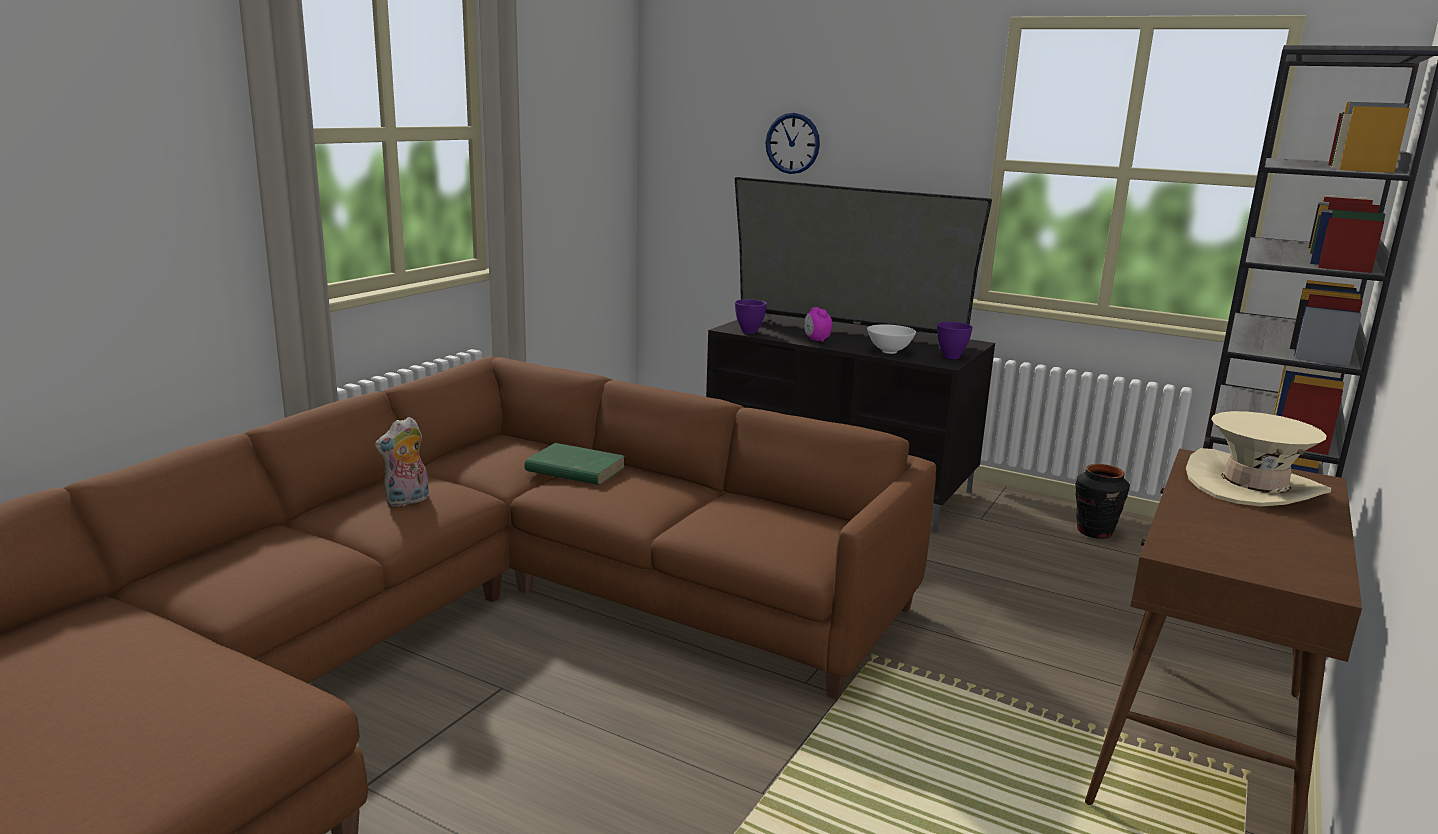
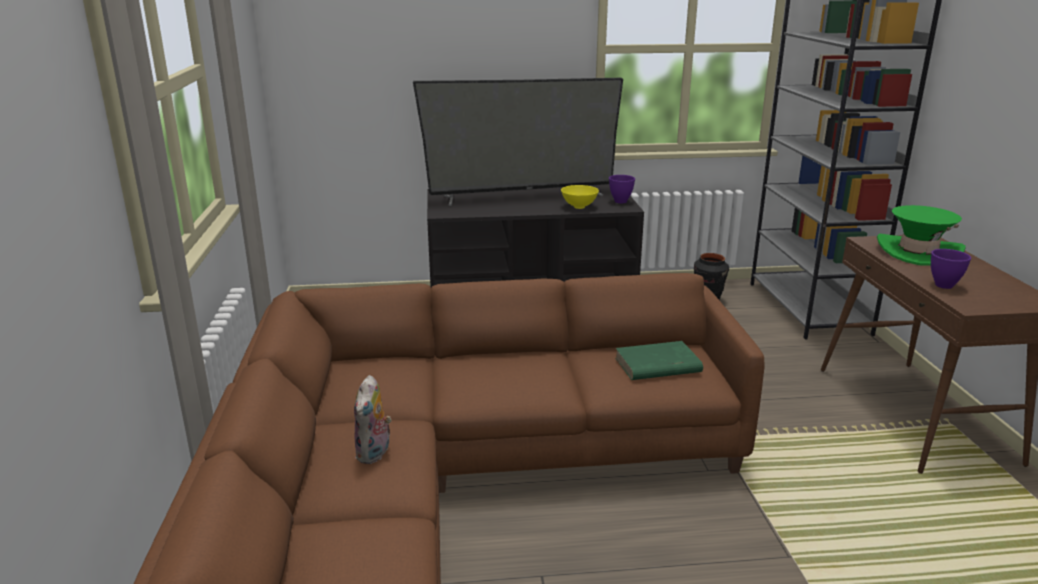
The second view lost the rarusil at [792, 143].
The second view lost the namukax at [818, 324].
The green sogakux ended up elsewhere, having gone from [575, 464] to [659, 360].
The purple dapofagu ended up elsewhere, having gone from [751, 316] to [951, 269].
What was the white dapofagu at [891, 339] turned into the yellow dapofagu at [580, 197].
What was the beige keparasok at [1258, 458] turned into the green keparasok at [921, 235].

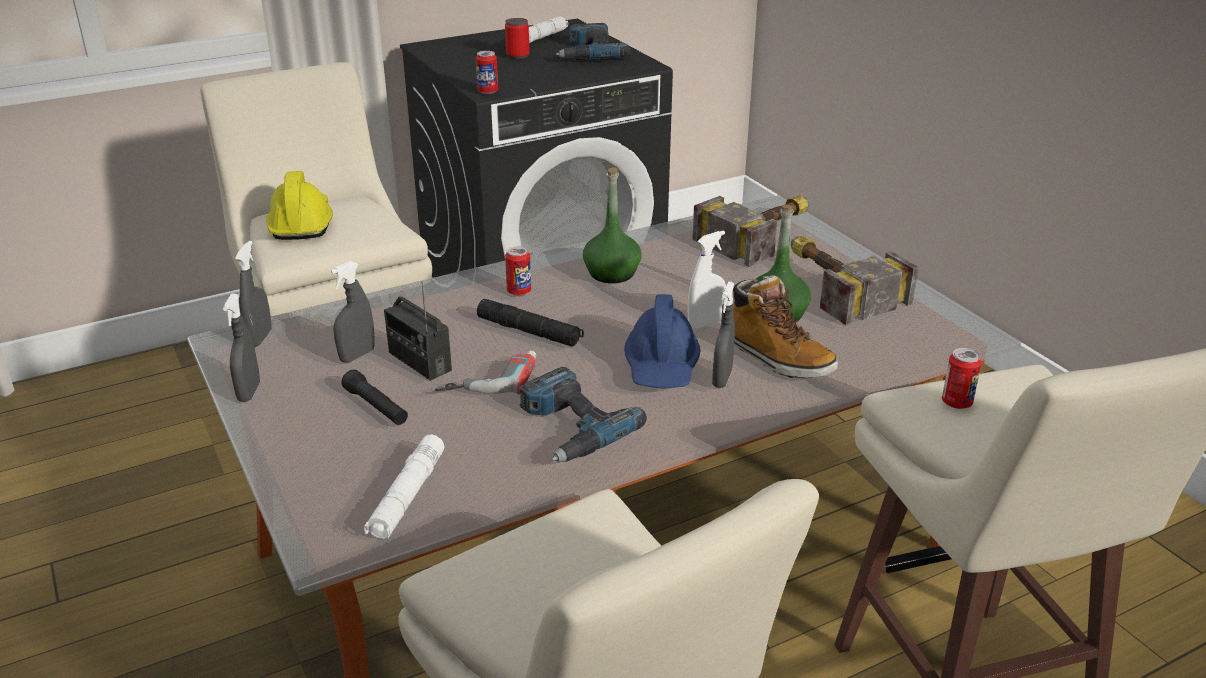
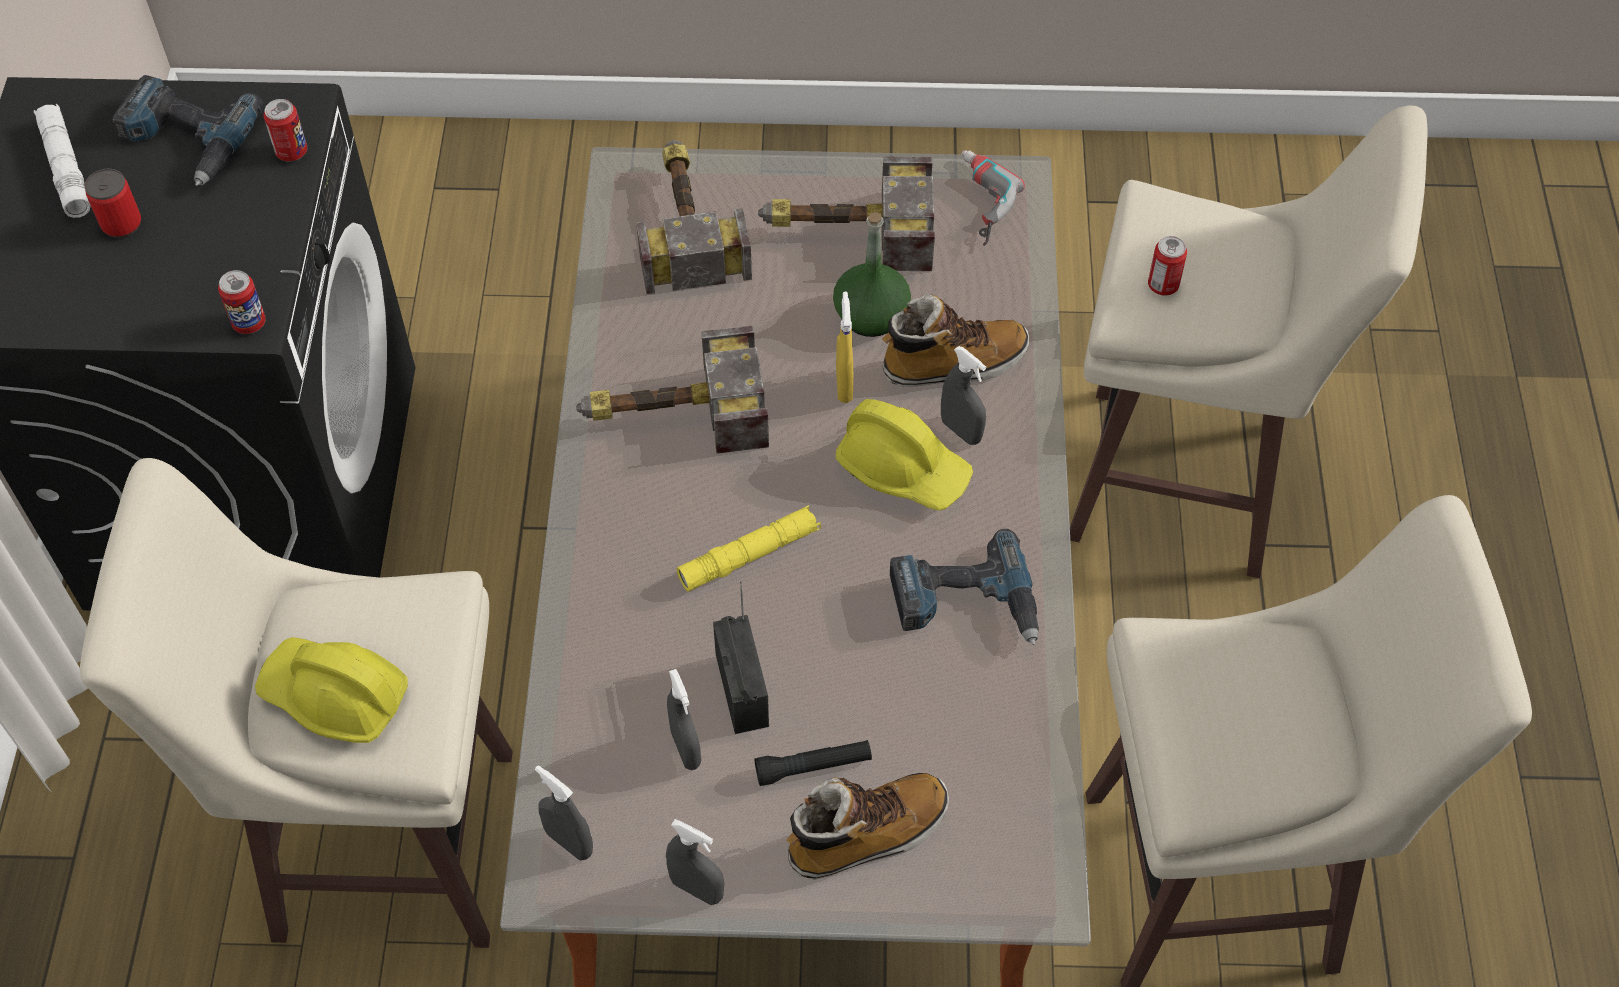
The second view lost the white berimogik at [404, 486].
The second view gained the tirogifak at [867, 826].
The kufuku ended up elsewhere, having gone from [486, 372] to [993, 198].
The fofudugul ended up elsewhere, having gone from [518, 271] to [285, 130].
Where the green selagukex stood at [612, 225], the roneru came to stand at [672, 389].
What was the black berimogik at [530, 323] turned into the yellow berimogik at [749, 548].
What was the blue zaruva at [662, 341] turned into the yellow zaruva at [904, 455].
What was the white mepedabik at [707, 279] turned into the yellow mepedabik at [844, 347].
The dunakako at [418, 331] ended up facing another way, 90 degrees counterclockwise from before.

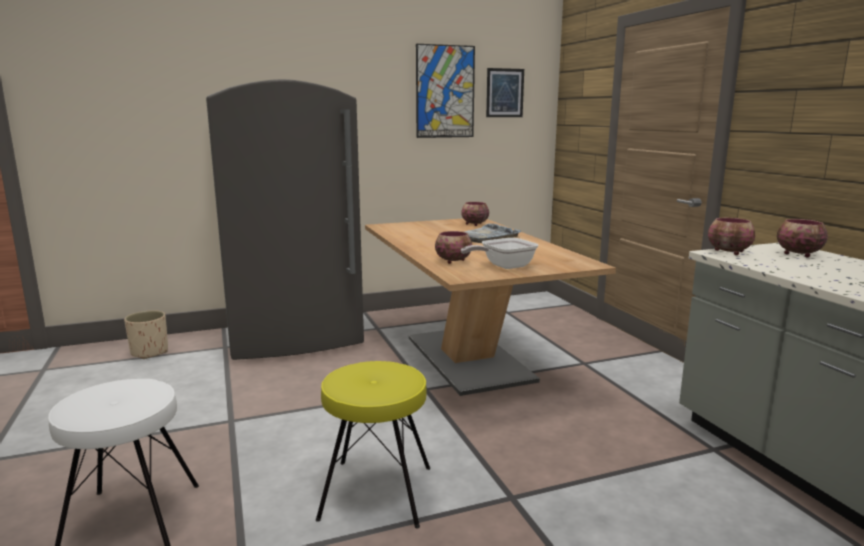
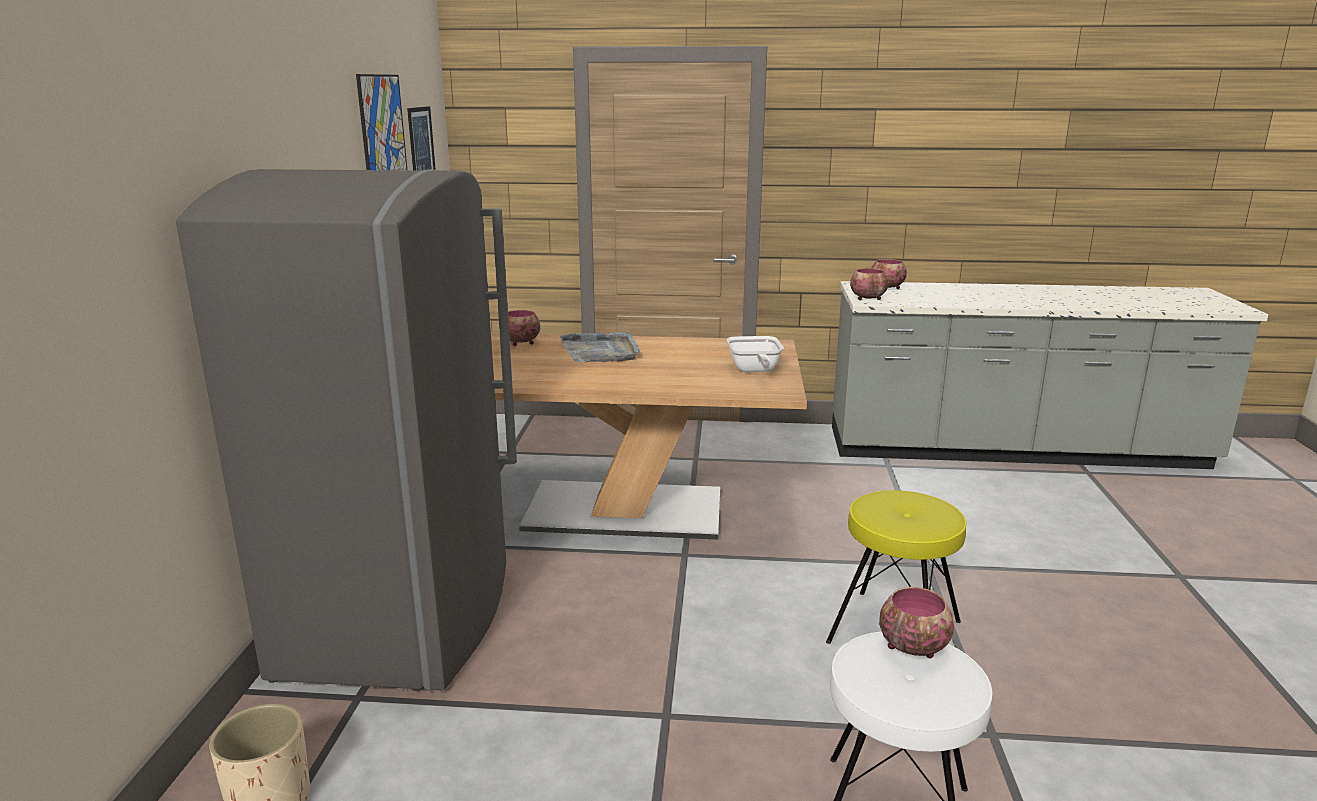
The dapofagu ended up elsewhere, having gone from [453, 247] to [916, 622].

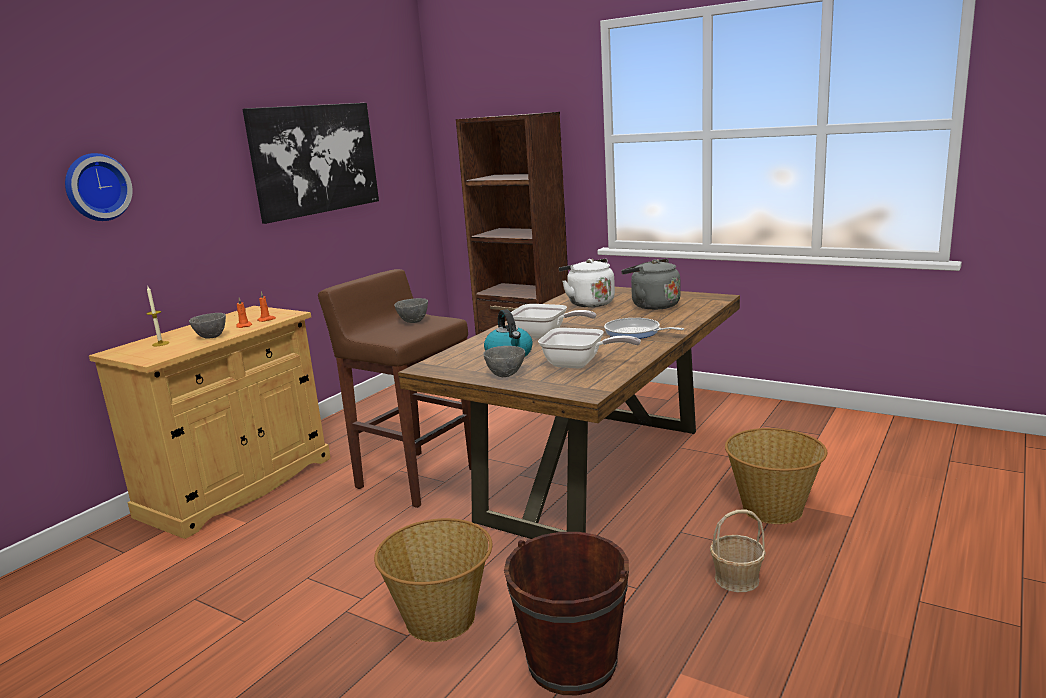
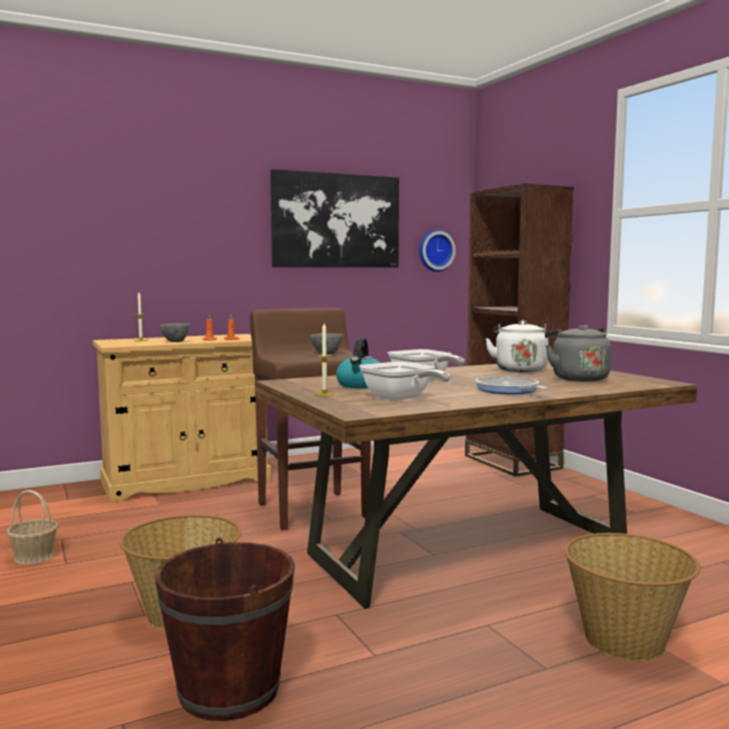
The rarusil ended up elsewhere, having gone from [99, 187] to [437, 250].
The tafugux ended up elsewhere, having gone from [738, 551] to [32, 527].
Where the grey dapofagu stood at [504, 361], the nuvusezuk came to stand at [324, 359].

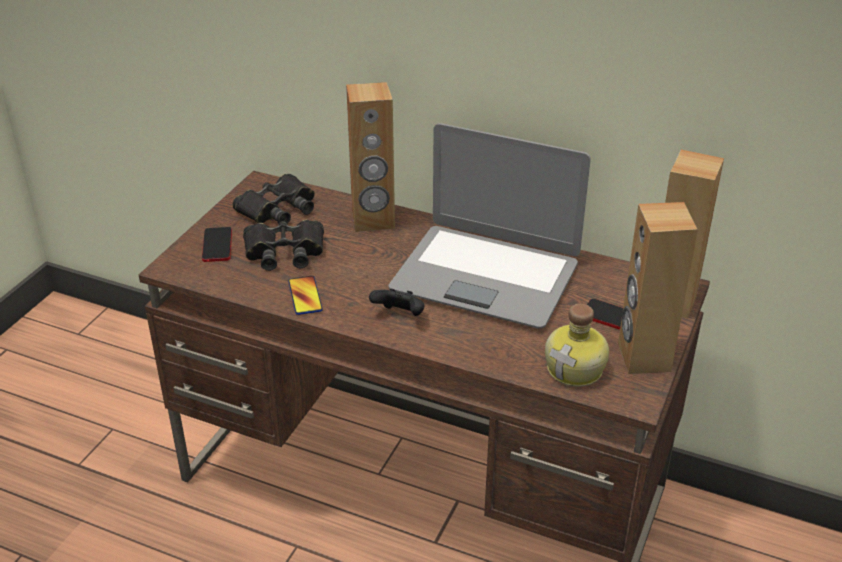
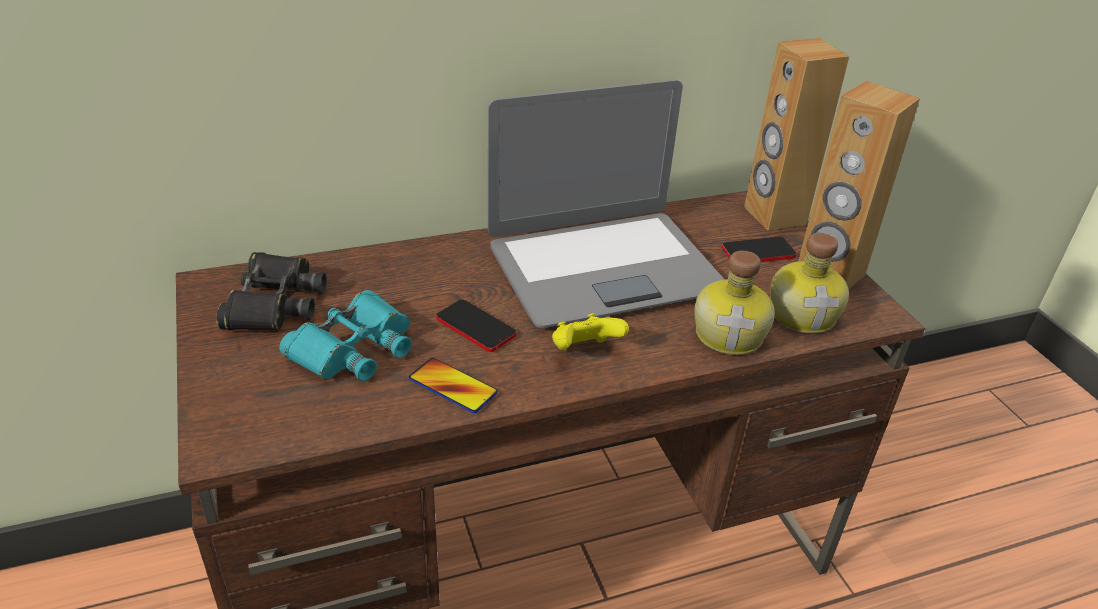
The second view lost the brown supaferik at [370, 157].
The second view gained the selagukex at [734, 302].
The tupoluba ended up elsewhere, having gone from [217, 244] to [476, 325].
What was the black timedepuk at [283, 245] turned into the turquoise timedepuk at [345, 336].
What was the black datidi at [397, 302] turned into the yellow datidi at [590, 331].

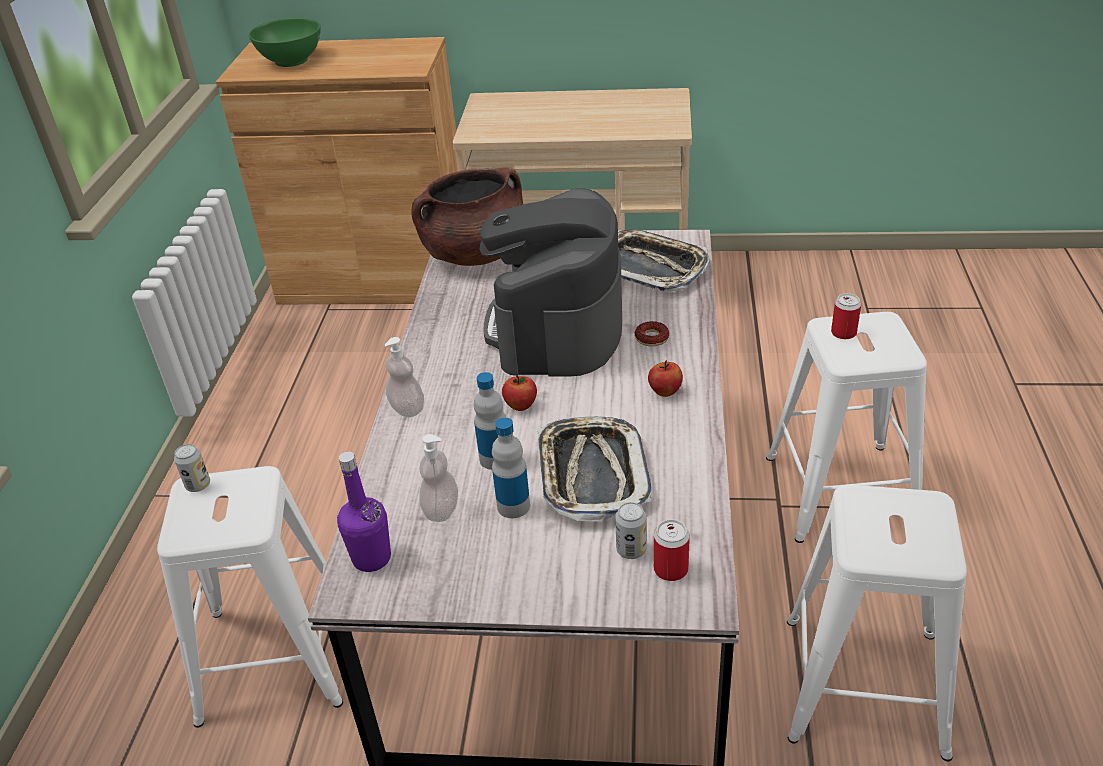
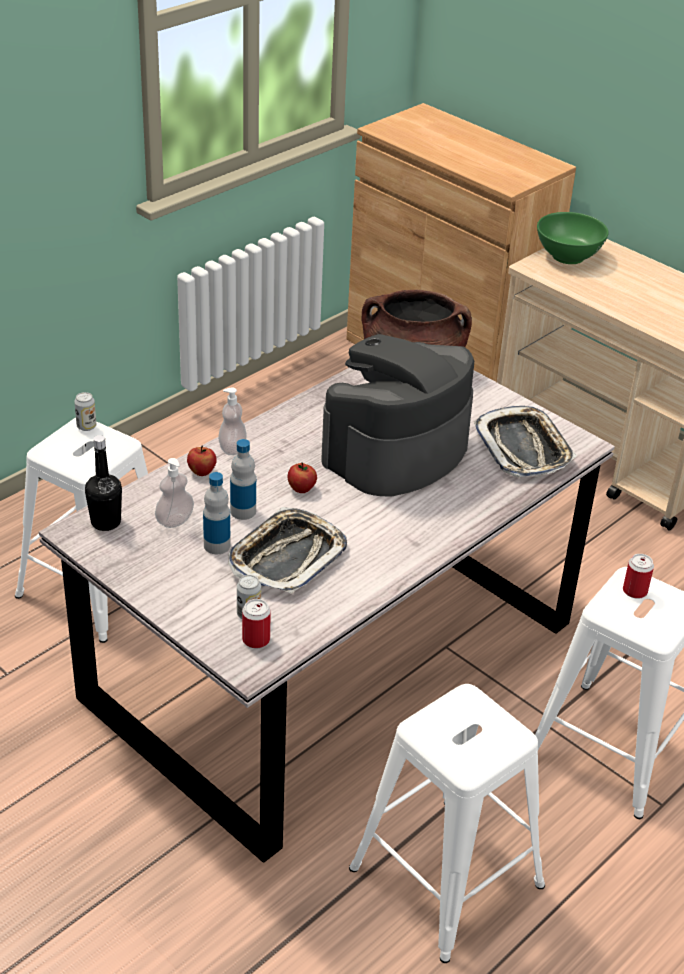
The second view lost the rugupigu at [652, 333].
The green dapofagu ended up elsewhere, having gone from [285, 42] to [573, 238].
The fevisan ended up elsewhere, having gone from [665, 378] to [202, 461].
What was the purple selagukex at [364, 512] turned into the black selagukex at [103, 483].

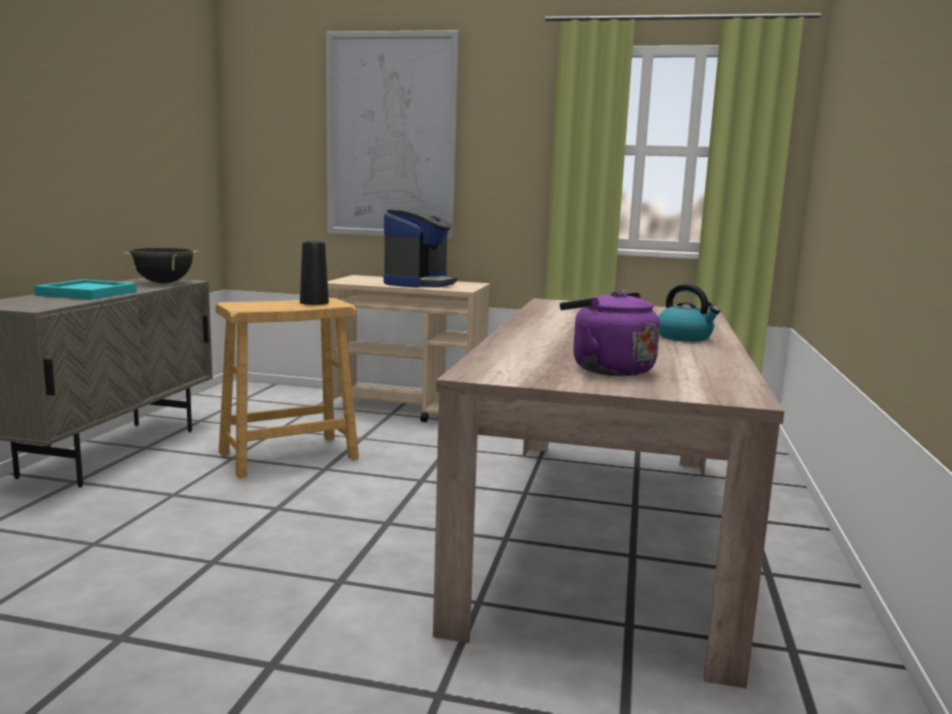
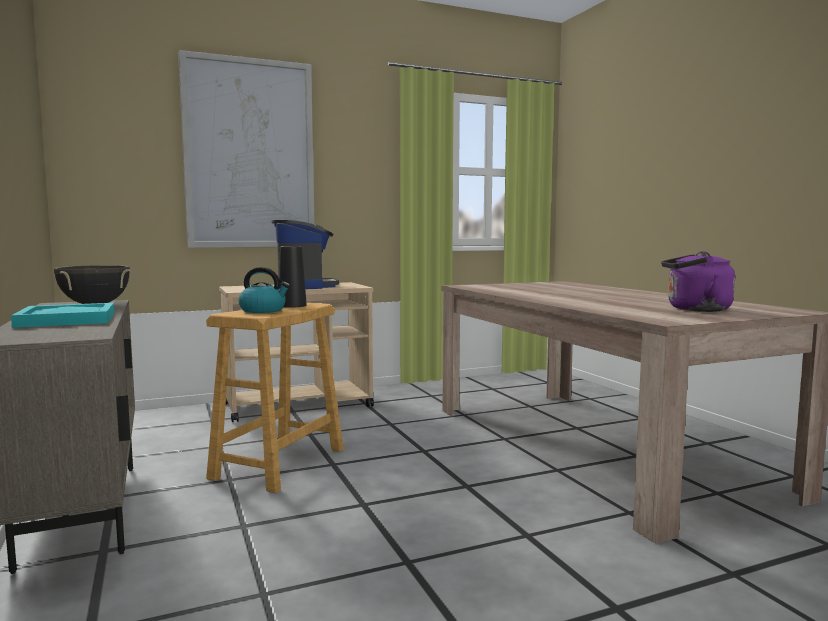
The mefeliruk ended up elsewhere, having gone from [689, 313] to [264, 290].

